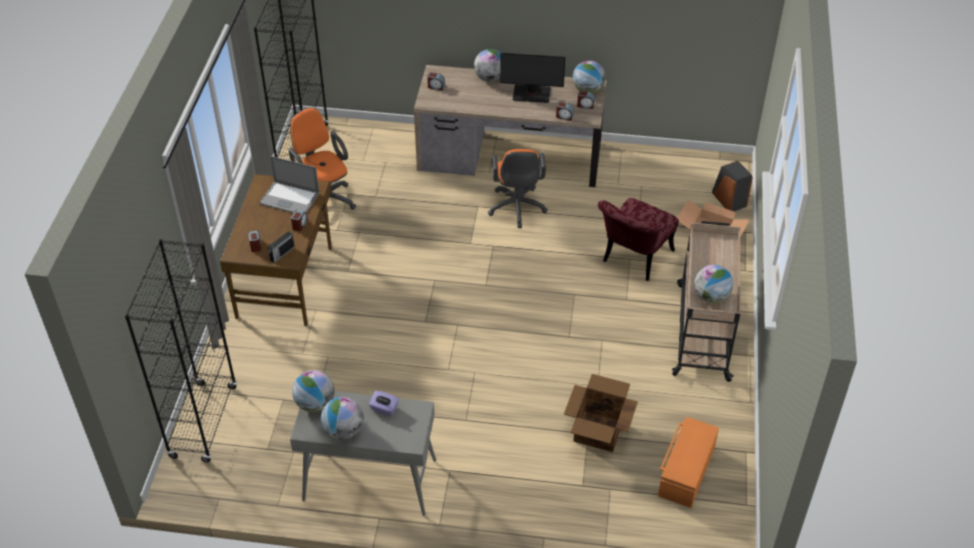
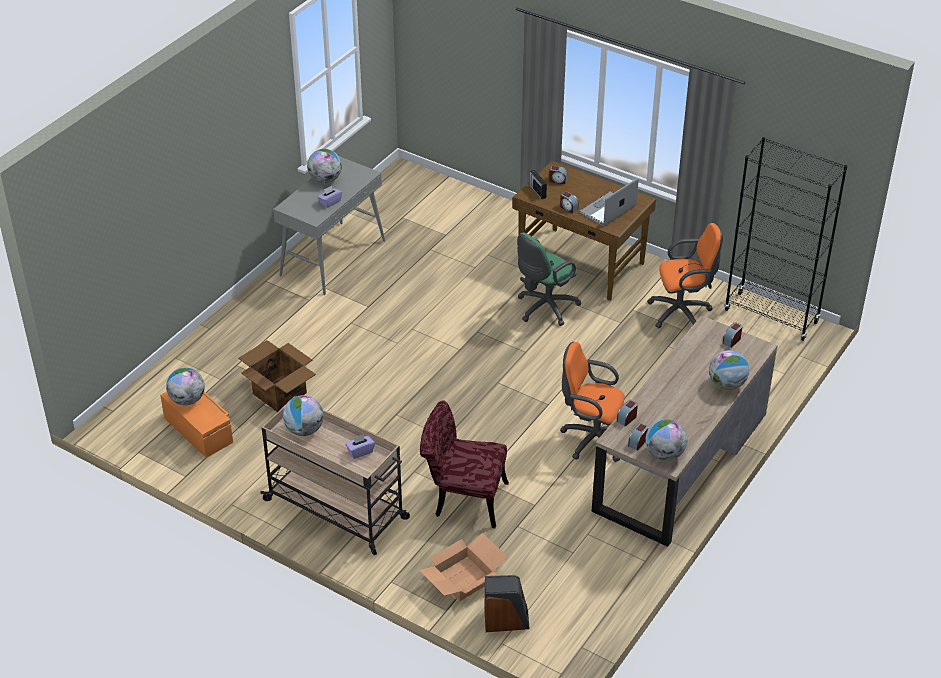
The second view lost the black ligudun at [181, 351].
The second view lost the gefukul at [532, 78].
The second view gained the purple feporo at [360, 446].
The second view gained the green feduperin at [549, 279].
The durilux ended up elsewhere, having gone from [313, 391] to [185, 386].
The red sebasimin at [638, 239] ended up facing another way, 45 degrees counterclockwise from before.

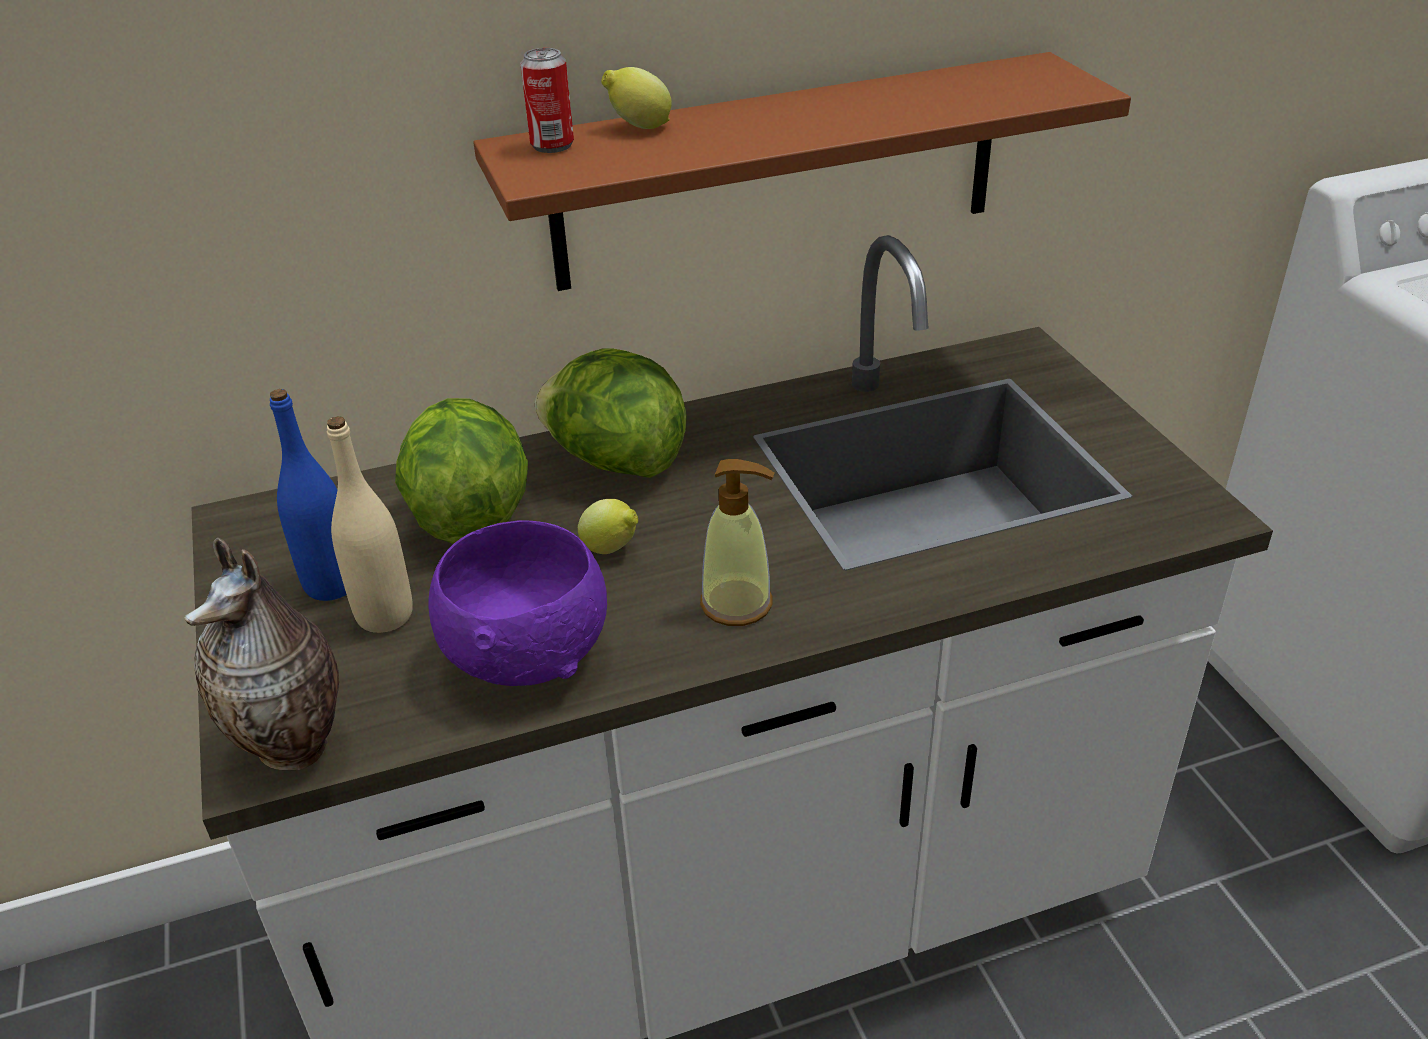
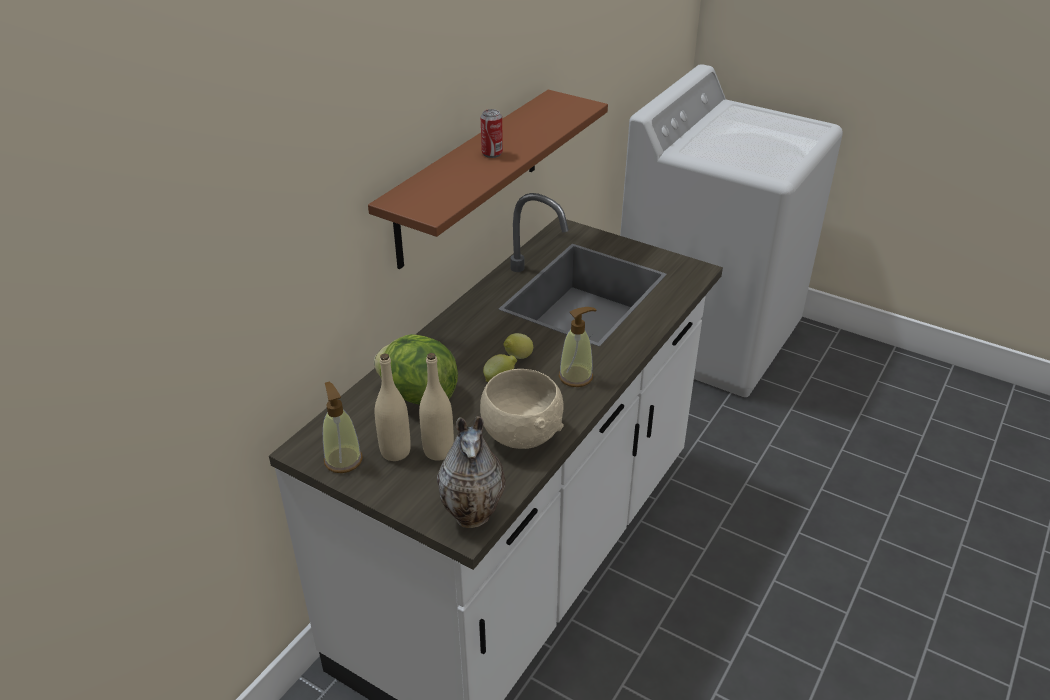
The second view lost the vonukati at [611, 413].
The second view gained the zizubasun at [343, 427].
The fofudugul ended up elsewhere, having gone from [547, 100] to [492, 133].
The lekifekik ended up elsewhere, having gone from [636, 98] to [518, 346].
What was the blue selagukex at [308, 495] turned into the beige selagukex at [393, 407].
What was the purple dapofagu at [517, 603] turned into the beige dapofagu at [522, 409].

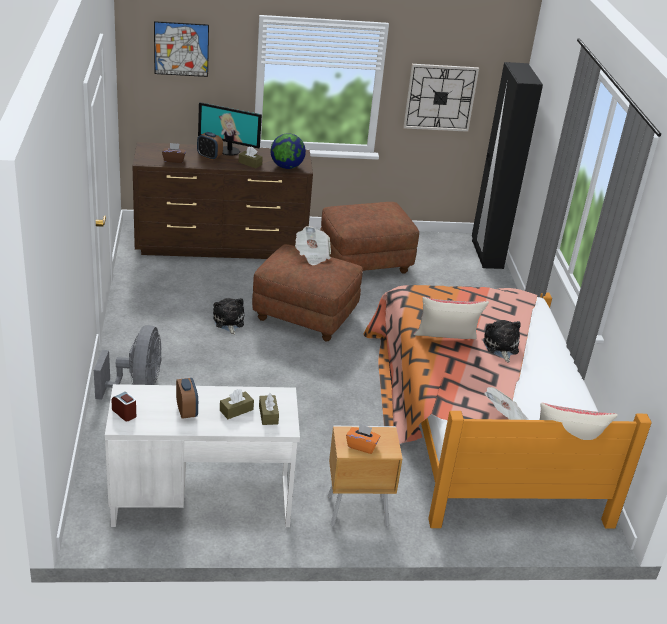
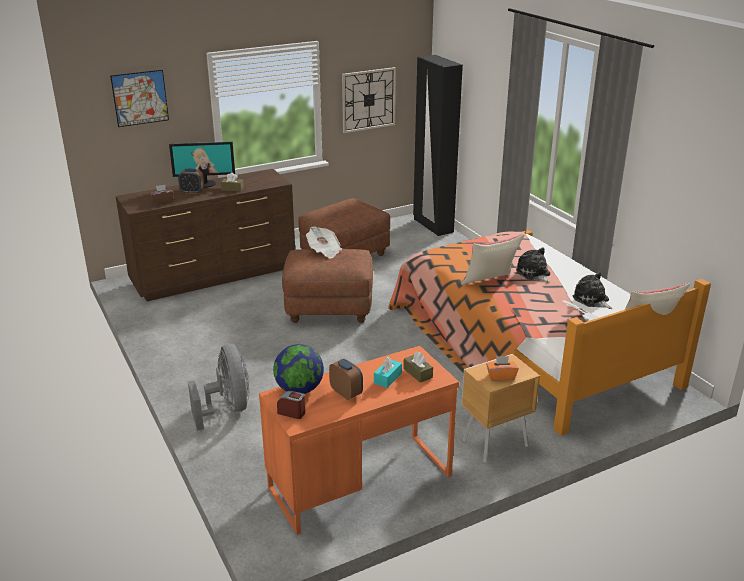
The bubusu ended up elsewhere, having gone from [228, 316] to [593, 290].
The durilux ended up elsewhere, having gone from [288, 151] to [298, 369].
What was the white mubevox at [202, 455] turned into the orange mubevox at [359, 440].
What was the brown feporo at [237, 404] turned into the turquoise feporo at [388, 372].

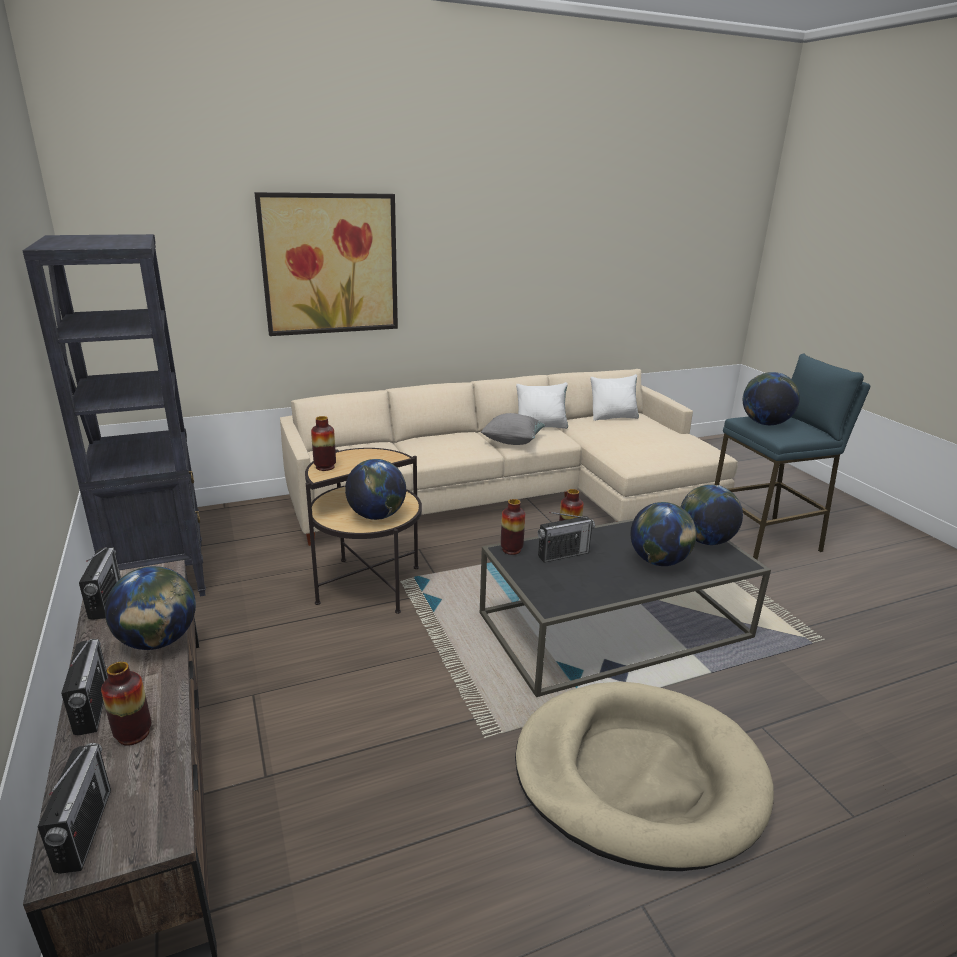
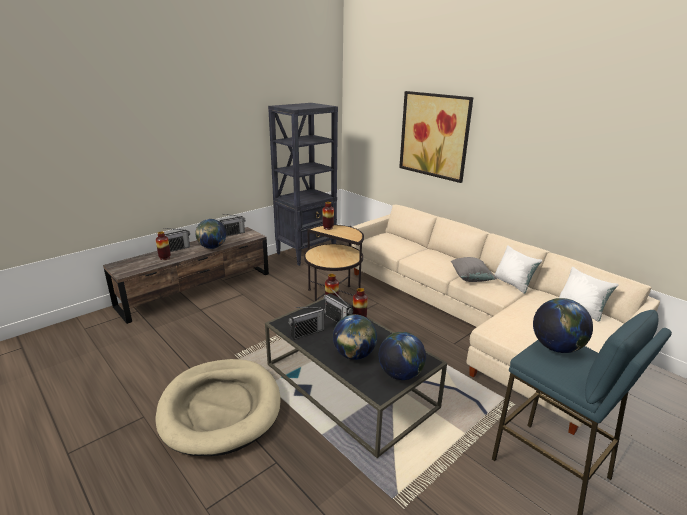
The second view lost the durilux at [375, 489].
The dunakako ended up elsewhere, having gone from [74, 808] to [307, 323].

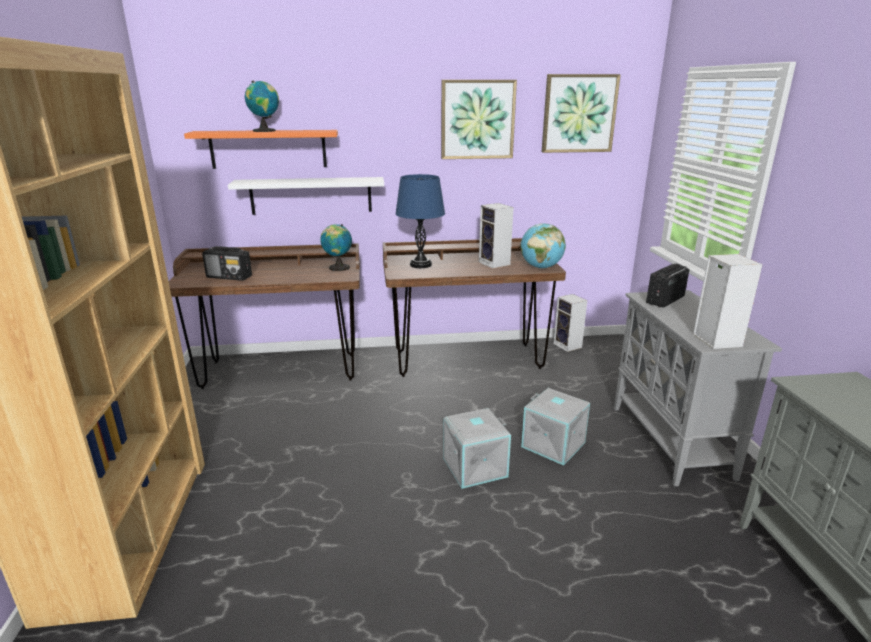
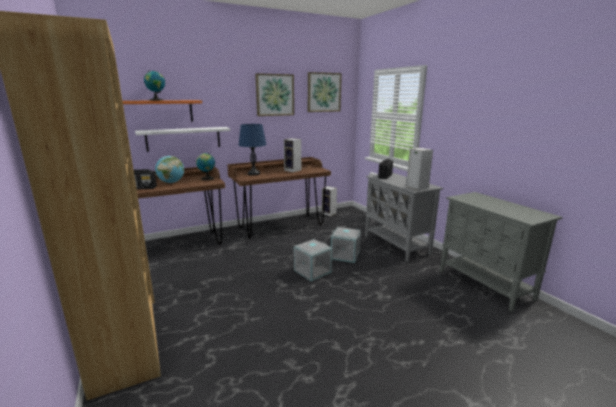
The durilux ended up elsewhere, having gone from [543, 245] to [169, 169].

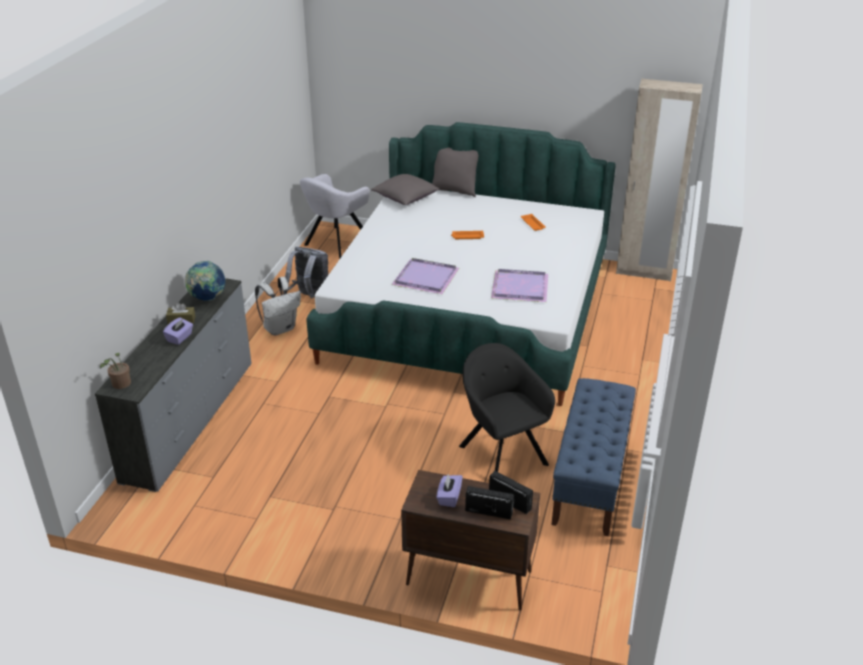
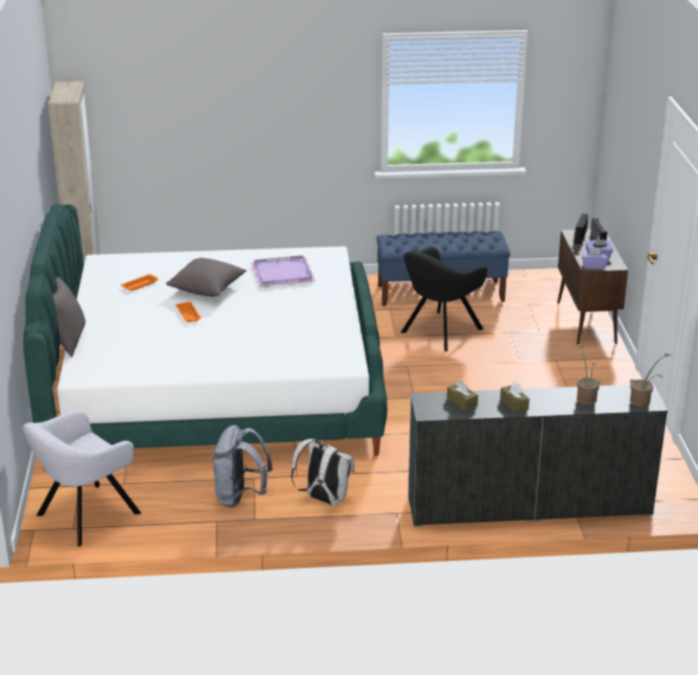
The second view lost the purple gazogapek at [425, 276].
The second view gained the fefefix at [588, 374].
The purple feporo ended up elsewhere, having gone from [178, 331] to [595, 259].
The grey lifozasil ended up elsewhere, having gone from [405, 189] to [206, 277].
Where the durilux stood at [205, 281], the brown feporo came to stand at [462, 395].
The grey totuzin at [335, 216] ended up facing another way, 120 degrees clockwise from before.

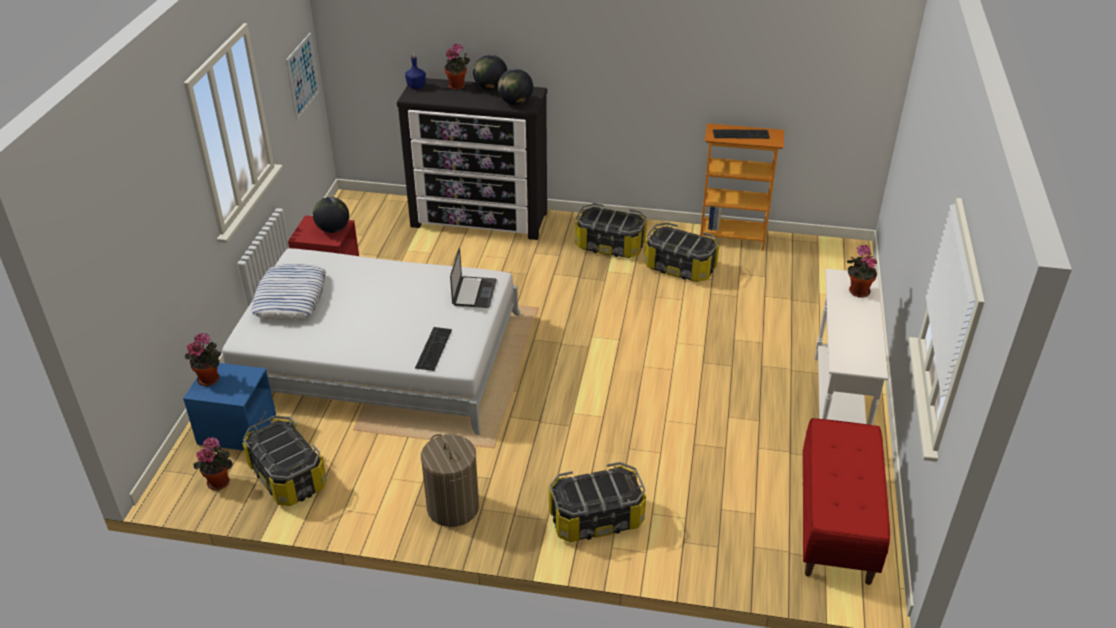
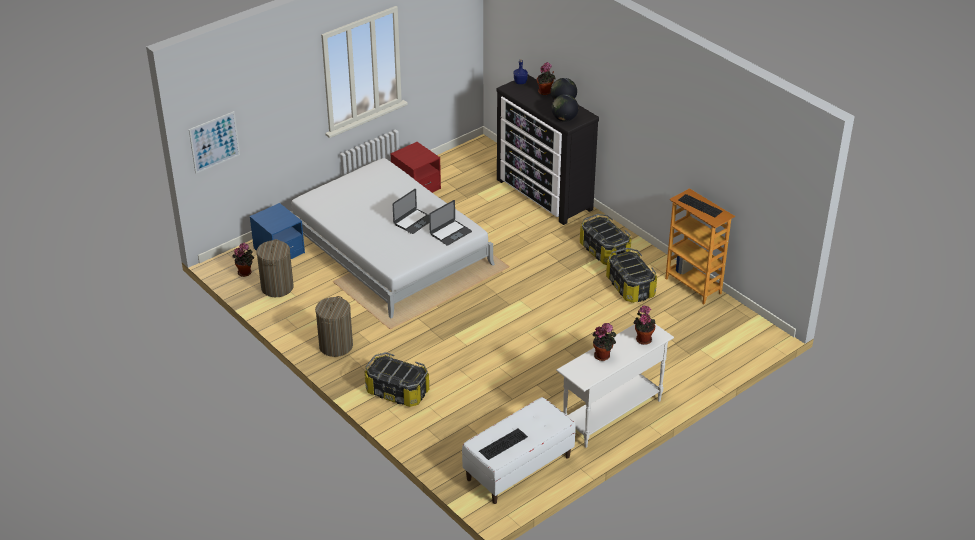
The second view lost the lifozasil at [288, 292].
The second view lost the durilux at [331, 215].
The second view gained the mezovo at [411, 211].
The fefefix ended up elsewhere, having gone from [203, 359] to [605, 342].
The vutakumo ended up elsewhere, having gone from [303, 76] to [214, 142].
The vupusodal ended up elsewhere, having gone from [433, 349] to [503, 444].
Where the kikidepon stood at [284, 460], the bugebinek came to stand at [274, 268].
What was the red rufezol at [846, 501] turned into the white rufezol at [519, 450].

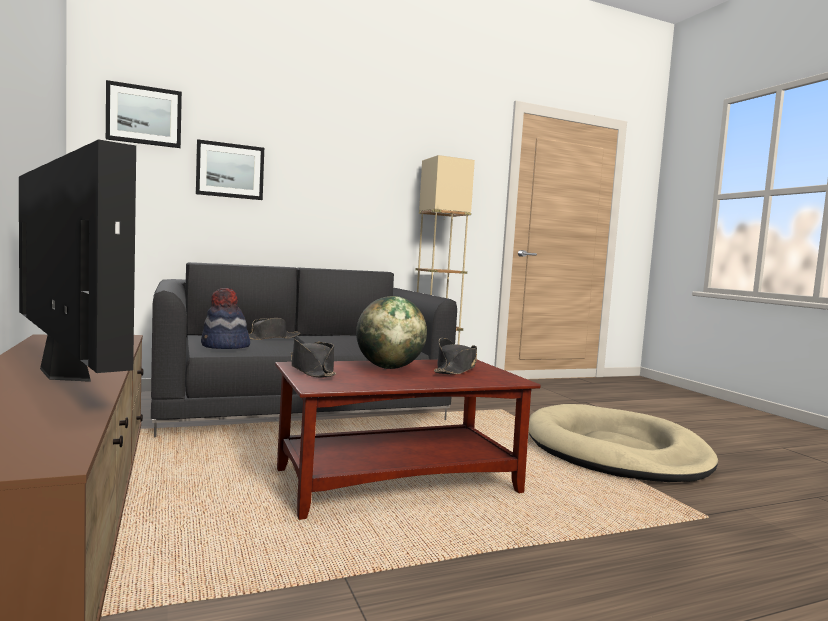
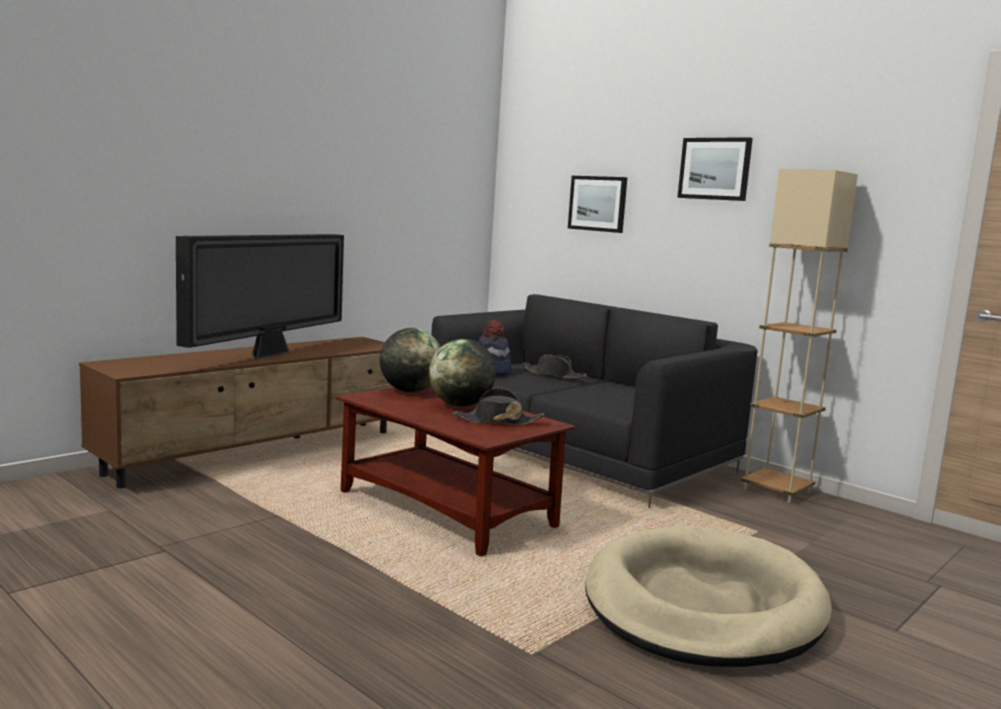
The vutakumo ended up elsewhere, having gone from [144, 114] to [715, 169].
Where the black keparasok stood at [313, 358], the durilux came to stand at [410, 360].

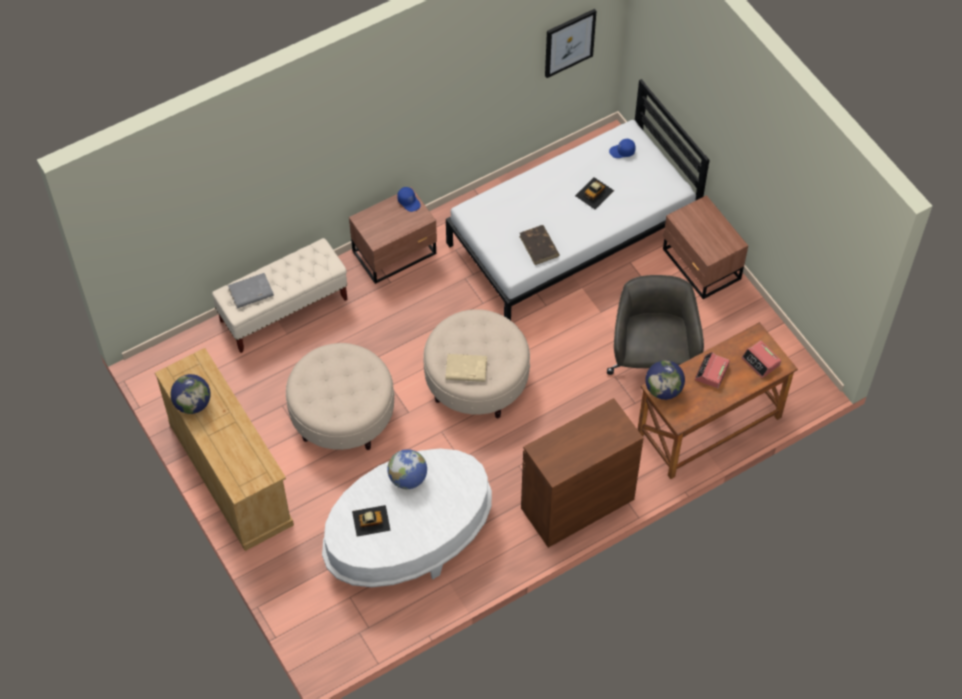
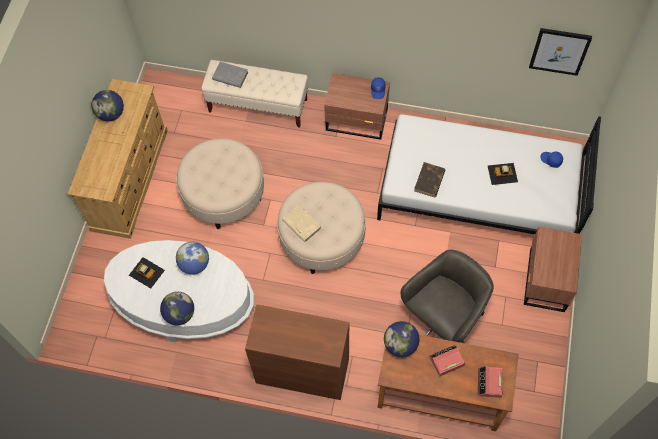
The second view gained the durilux at [177, 308].

